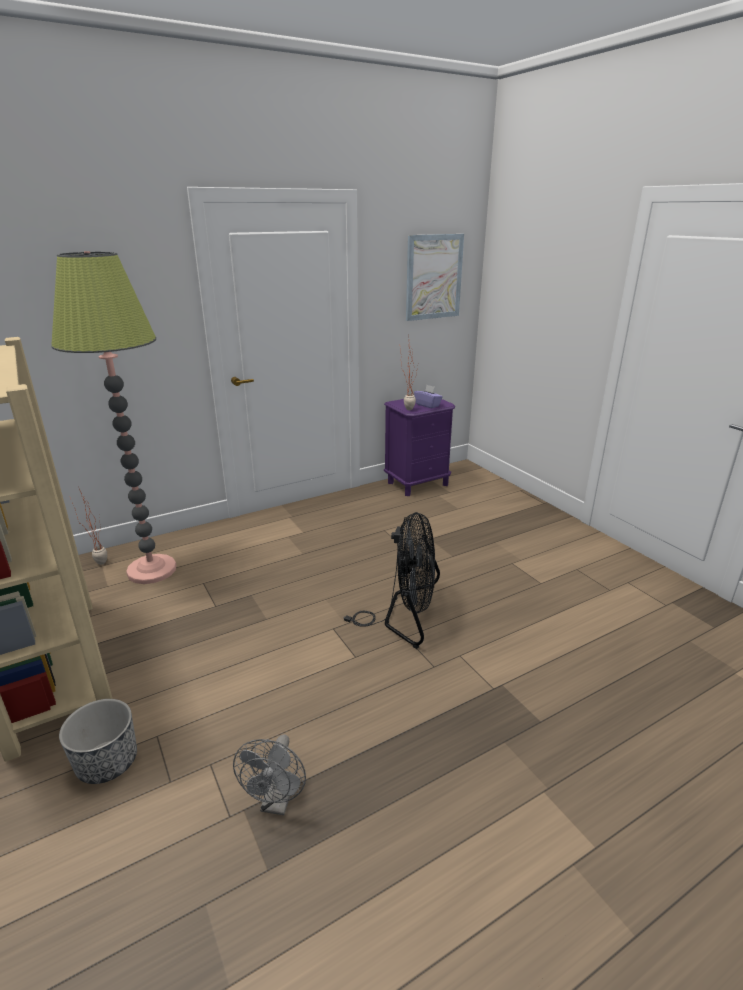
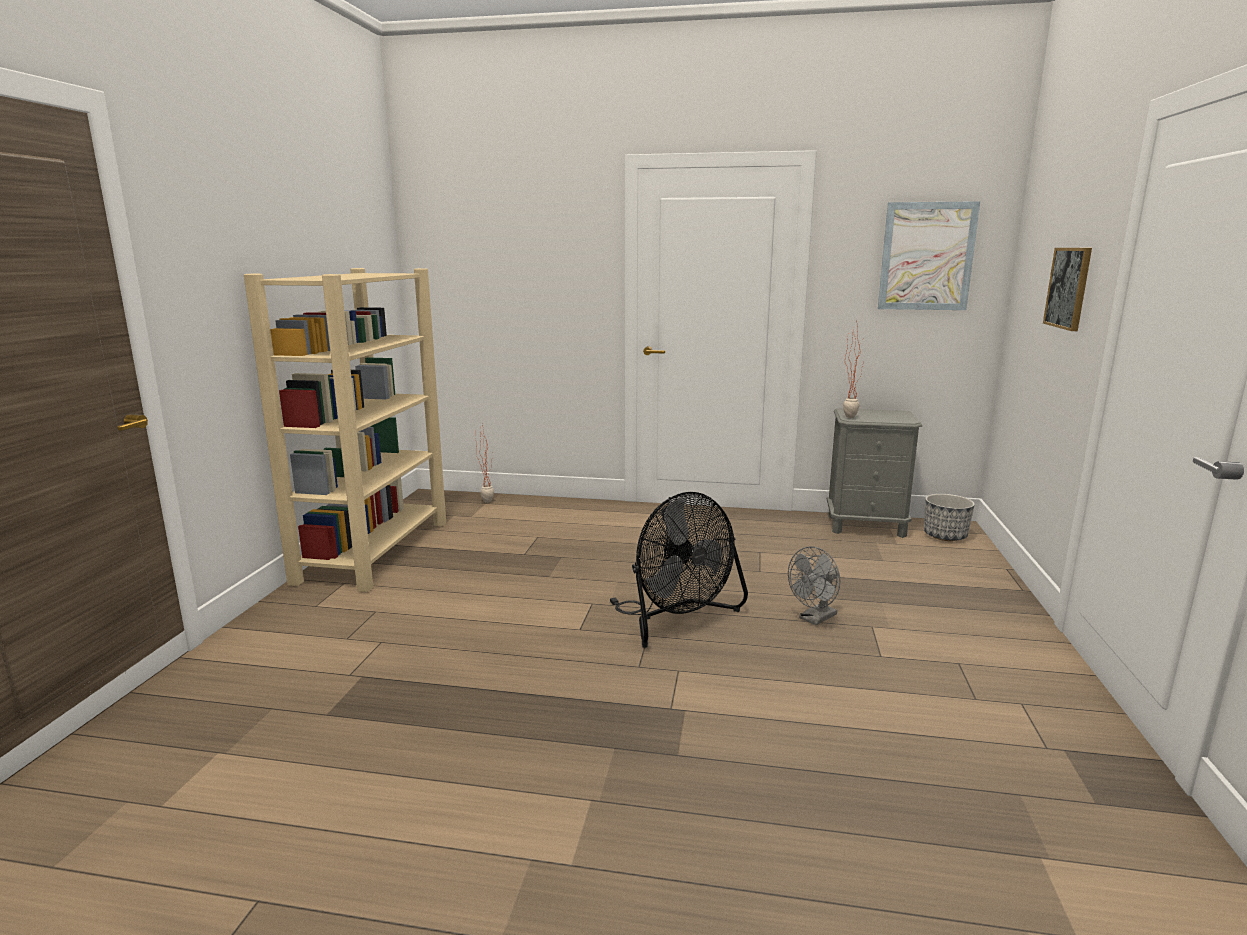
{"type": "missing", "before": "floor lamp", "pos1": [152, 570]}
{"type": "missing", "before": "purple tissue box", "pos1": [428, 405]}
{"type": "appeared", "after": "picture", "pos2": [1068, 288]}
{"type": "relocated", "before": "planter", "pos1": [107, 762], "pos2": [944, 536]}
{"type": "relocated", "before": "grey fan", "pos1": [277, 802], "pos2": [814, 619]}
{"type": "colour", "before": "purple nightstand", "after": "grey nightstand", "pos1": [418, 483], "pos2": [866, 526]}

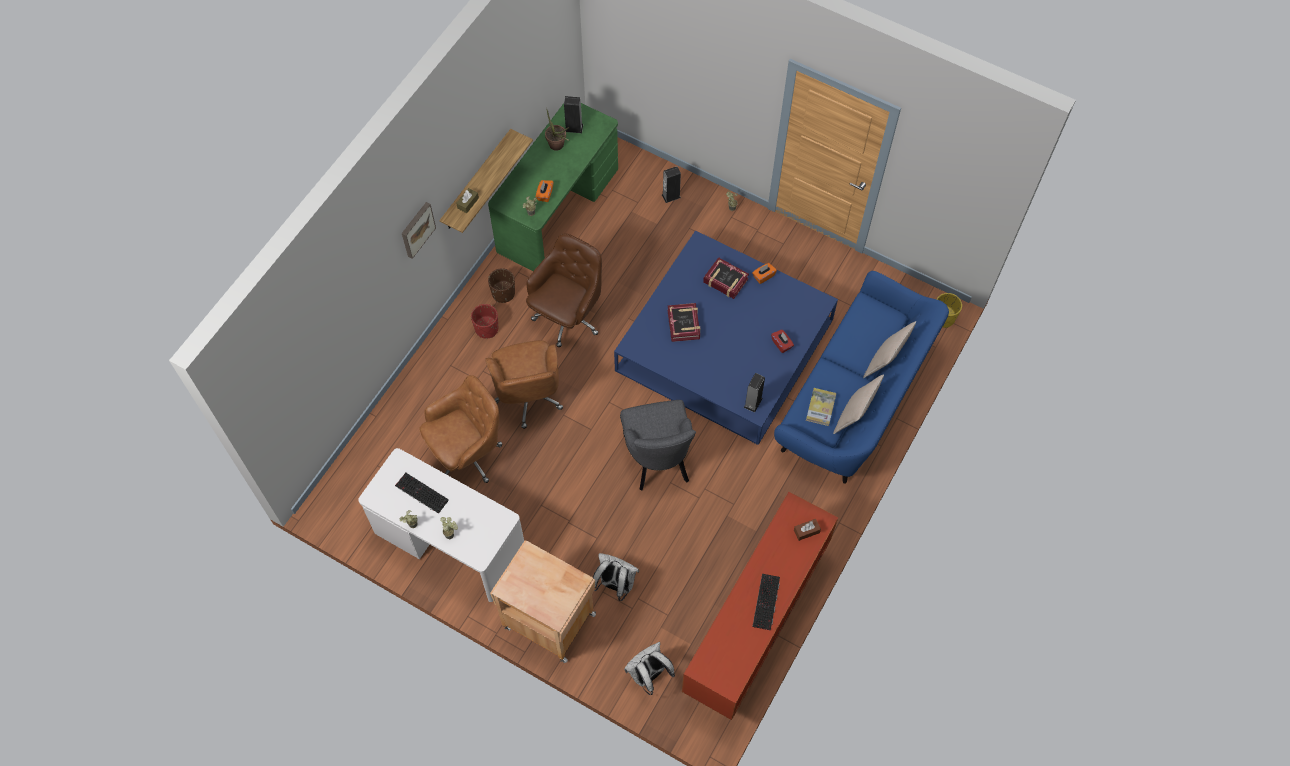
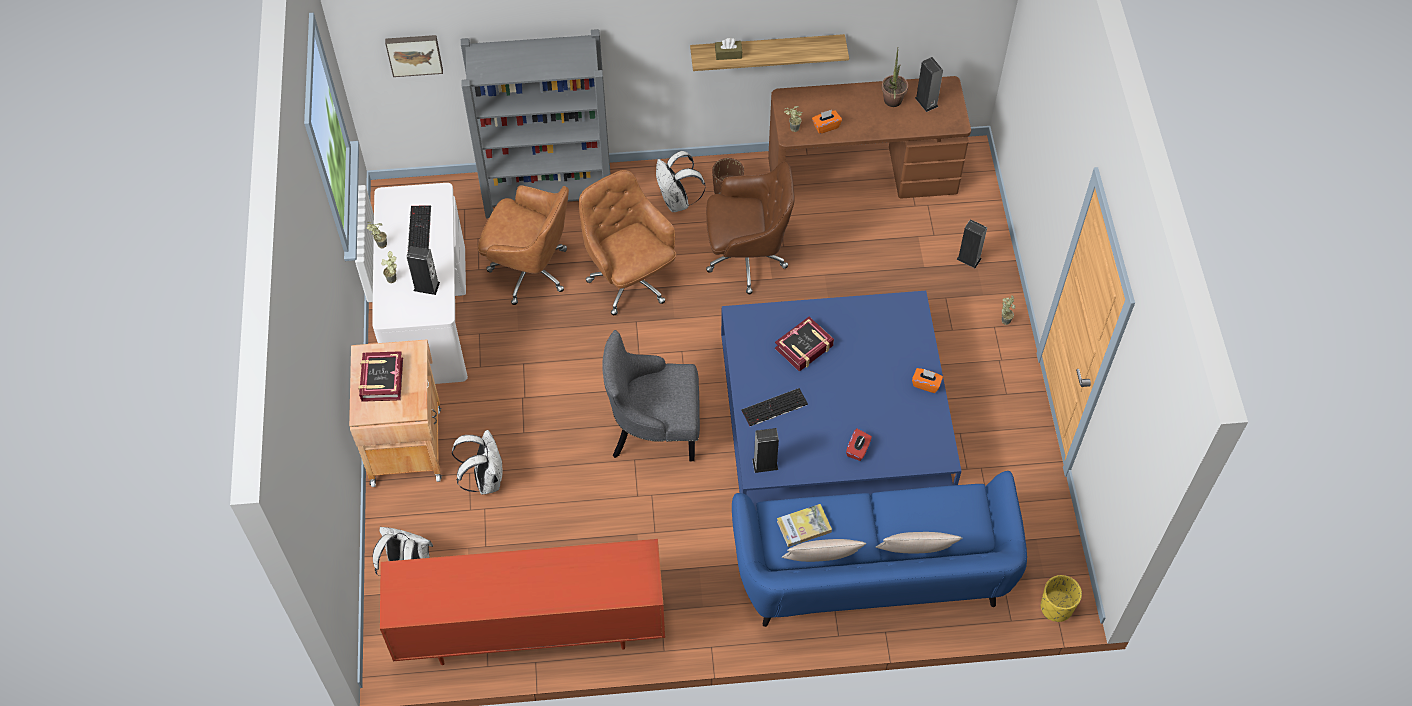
{"type": "missing", "before": "brown tissue box", "pos1": [806, 531]}
{"type": "appeared", "after": "speaker", "pos2": [426, 286]}
{"type": "appeared", "after": "grey bookcase", "pos2": [548, 191]}
{"type": "relocated", "before": "picture", "pos1": [416, 229], "pos2": [414, 54]}
{"type": "relocated", "before": "book", "pos1": [725, 281], "pos2": [381, 379]}
{"type": "relocated", "before": "keyboard", "pos1": [767, 602], "pos2": [774, 408]}
{"type": "exchanged", "before": "red planter", "after": "white backpack", "pos1": [487, 329], "pos2": [677, 201]}
{"type": "colour", "before": "green desk", "after": "brown desk", "pos1": [557, 209], "pos2": [862, 174]}
{"type": "spun", "before": "brown office chair", "pos1": [528, 397], "pos2": [631, 281], "turn": 105}
{"type": "spun", "before": "grey armchair", "pos1": [657, 456], "pos2": [655, 430], "turn": 45}

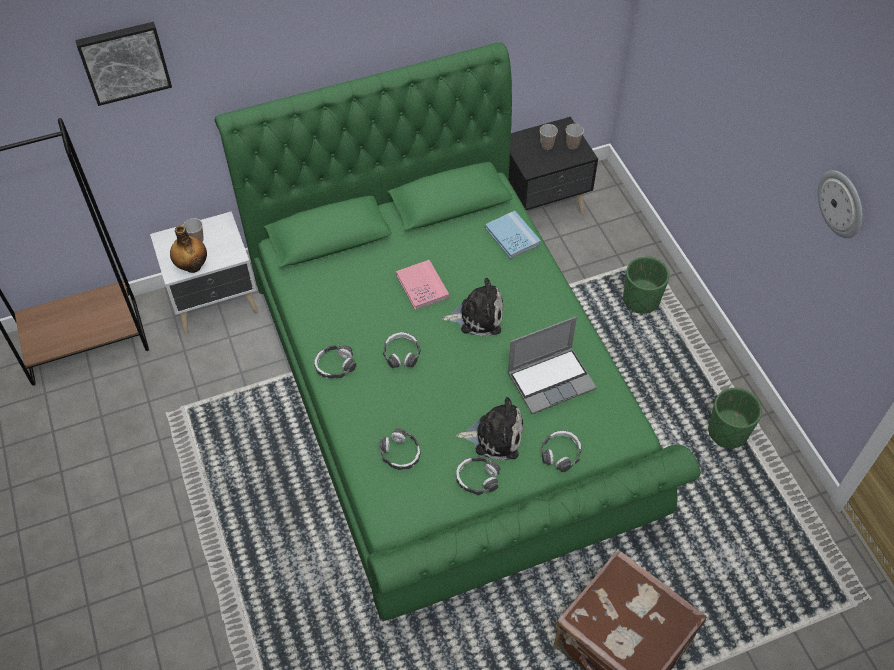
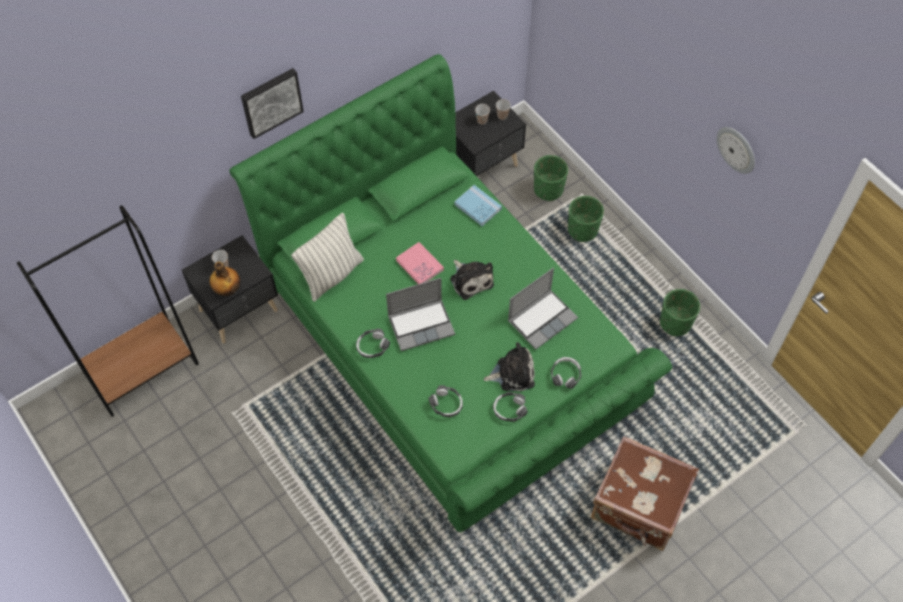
{"type": "appeared", "after": "pillow", "pos2": [332, 275]}
{"type": "appeared", "after": "green planter", "pos2": [548, 189]}
{"type": "relocated", "before": "picture", "pos1": [124, 61], "pos2": [271, 101]}
{"type": "exchanged", "before": "headphones", "after": "laptop", "pos1": [401, 354], "pos2": [421, 324]}
{"type": "colour", "before": "white nightstand", "after": "black nightstand", "pos1": [216, 303], "pos2": [240, 311]}
{"type": "spun", "before": "plush toy", "pos1": [477, 316], "pos2": [470, 280], "turn": 75}

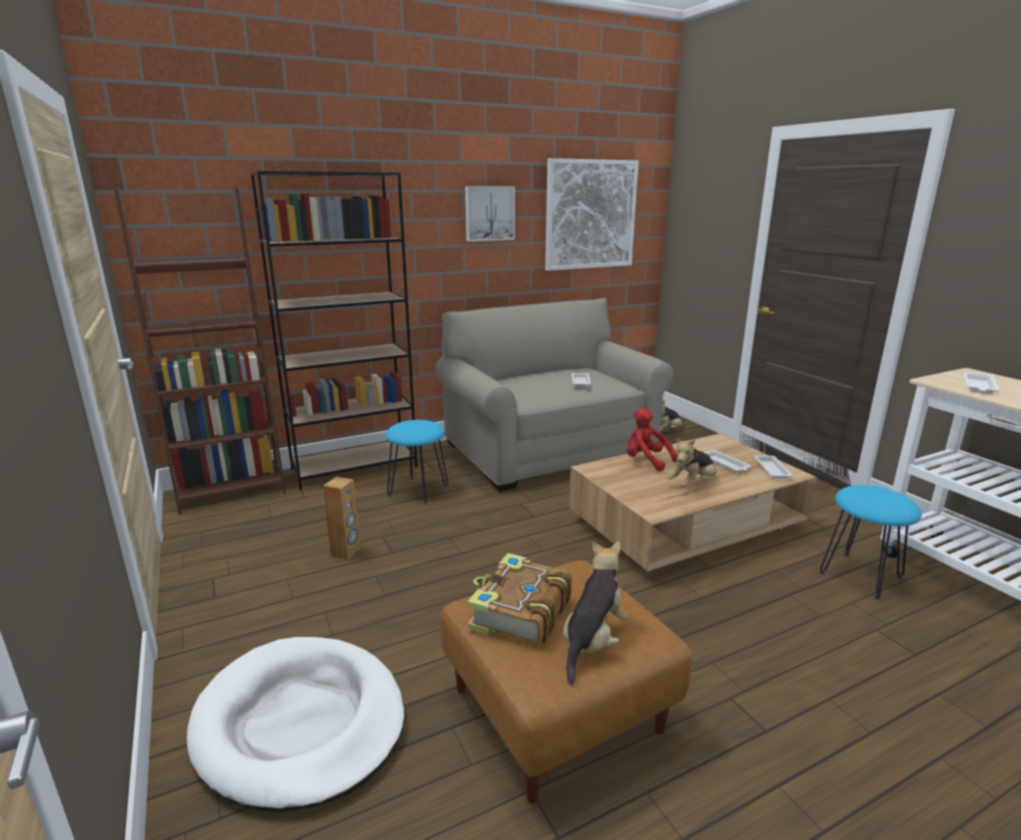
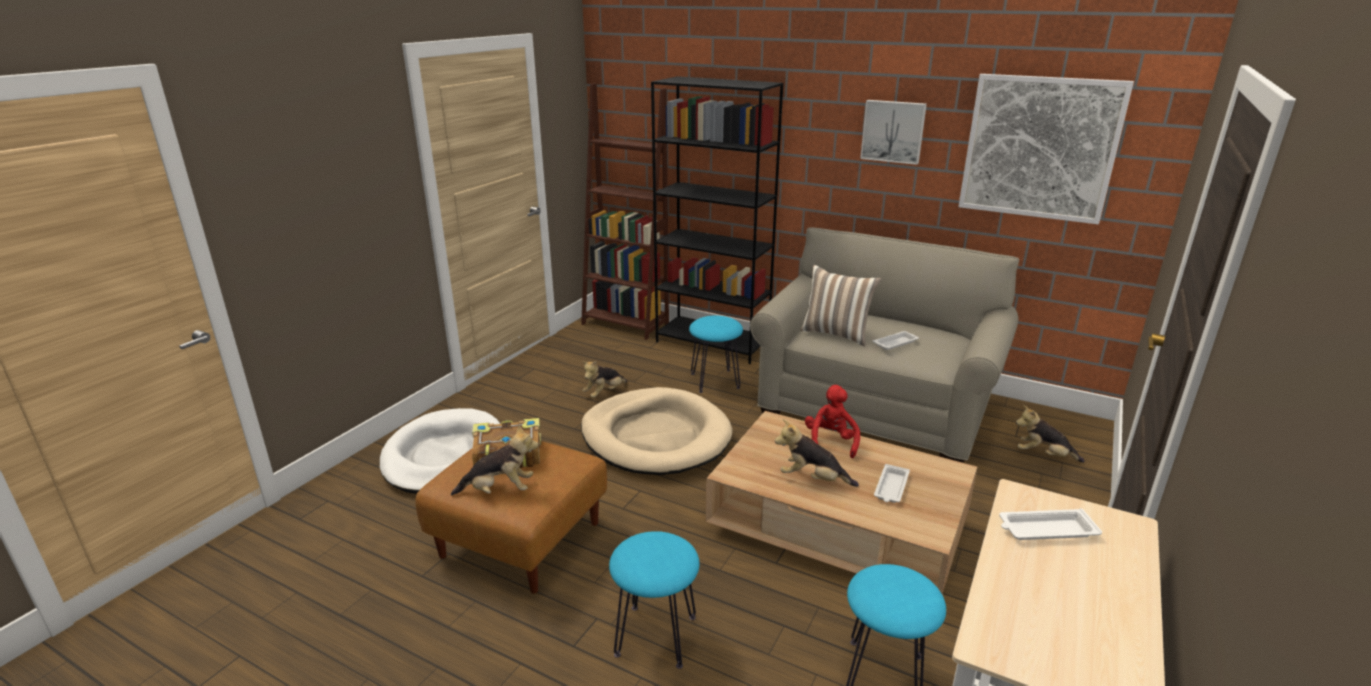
{"type": "missing", "before": "white tray", "pos1": [771, 469]}
{"type": "appeared", "after": "beige dog bed", "pos2": [655, 437]}
{"type": "appeared", "after": "turquoise stool", "pos2": [655, 636]}
{"type": "appeared", "after": "pillow", "pos2": [836, 334]}
{"type": "exchanged", "before": "brown speaker", "after": "plush toy", "pos1": [346, 552], "pos2": [604, 393]}
{"type": "colour", "before": "beige bookcase", "after": "black bookcase", "pos1": [355, 467], "pos2": [713, 343]}

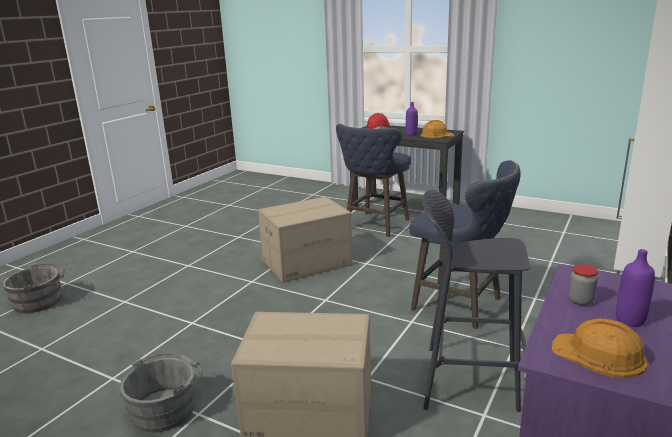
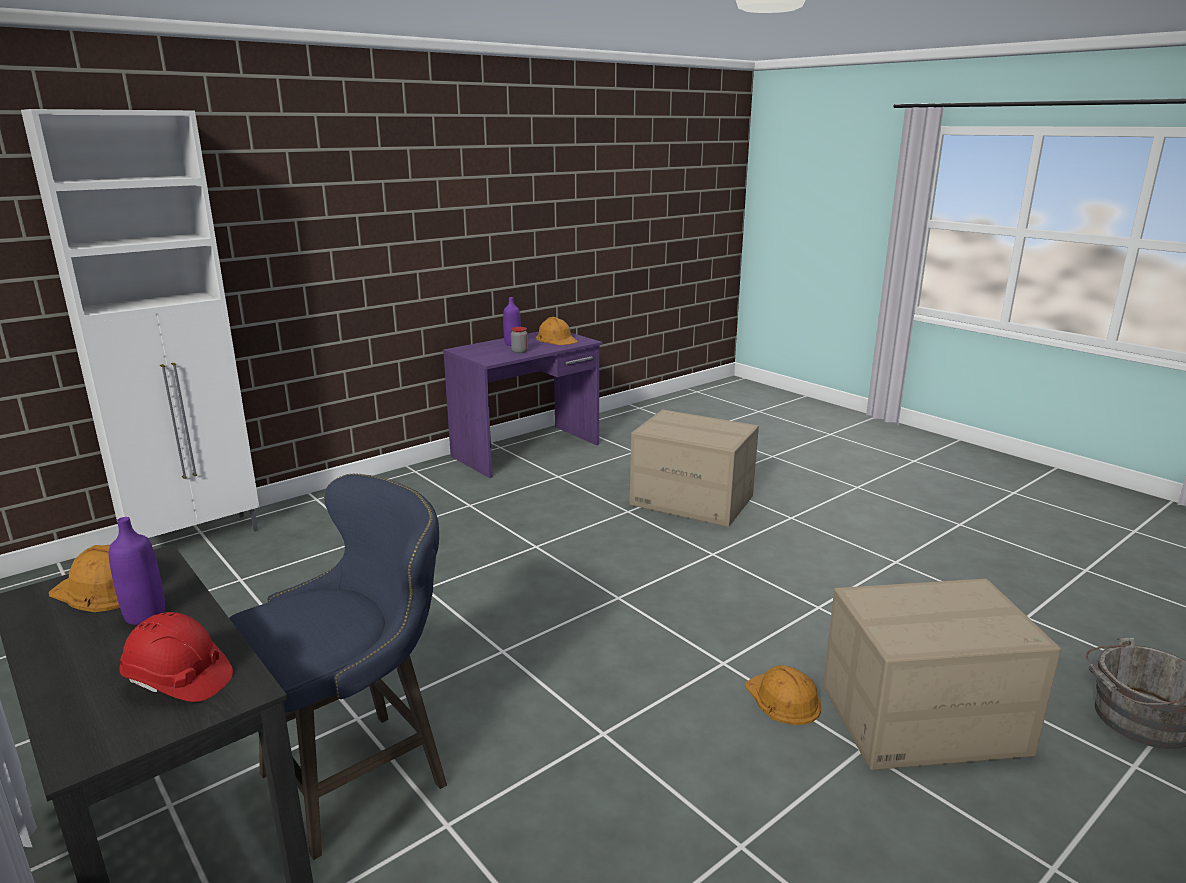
{"type": "missing", "before": "grey bucket", "pos1": [166, 408]}
{"type": "missing", "before": "blue stool", "pos1": [460, 305]}
{"type": "missing", "before": "grey stool", "pos1": [467, 381]}
{"type": "appeared", "after": "orange hard hat", "pos2": [783, 699]}
{"type": "relocated", "before": "cardboard box", "pos1": [306, 262], "pos2": [923, 721]}

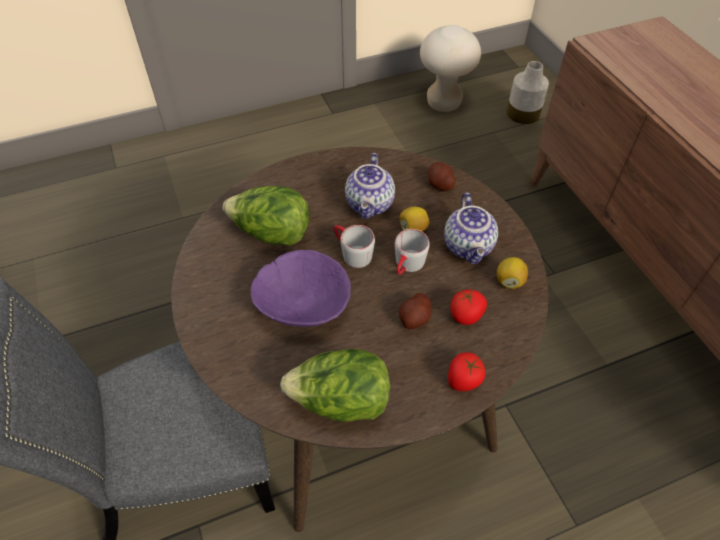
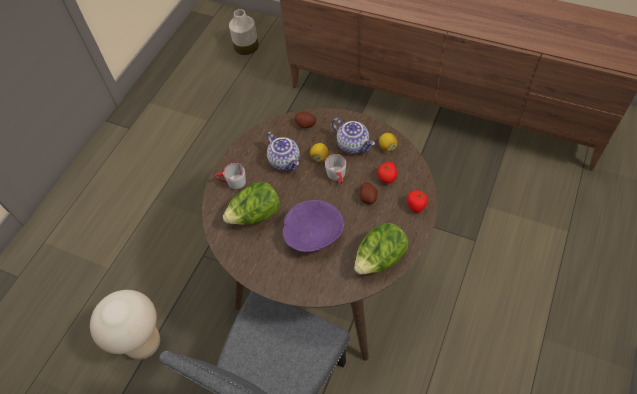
{"type": "relocated", "before": "grey mug", "pos1": [352, 253], "pos2": [232, 182]}
{"type": "relocated", "before": "beige stool", "pos1": [443, 103], "pos2": [143, 343]}

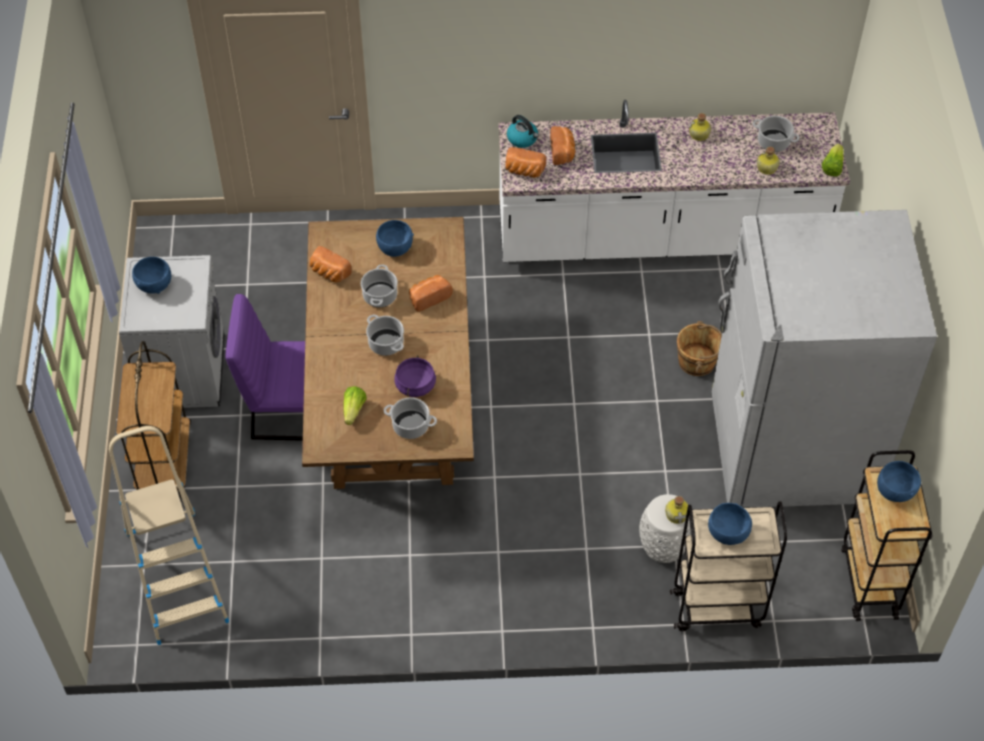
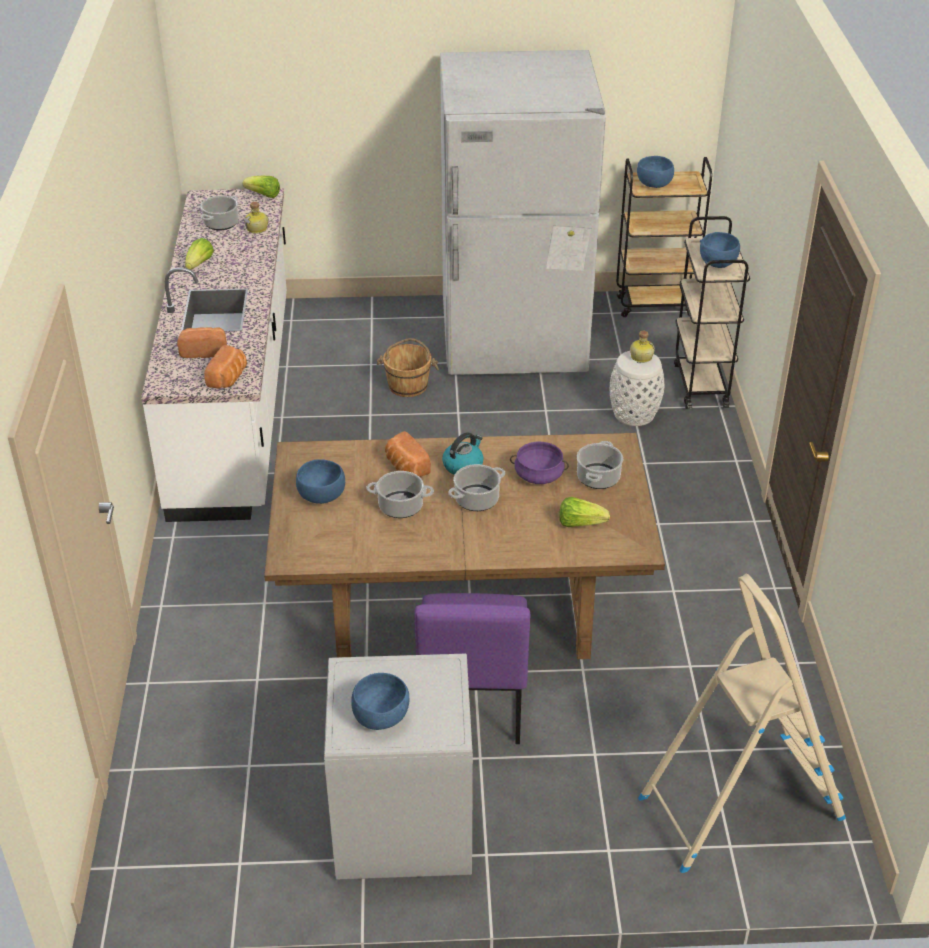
{"type": "missing", "before": "brown cart", "pos1": [164, 463]}
{"type": "missing", "before": "bread", "pos1": [329, 273]}
{"type": "relocated", "before": "kettle", "pos1": [523, 139], "pos2": [463, 465]}
{"type": "exchanged", "before": "bottle", "after": "lettuce", "pos1": [699, 135], "pos2": [199, 264]}

